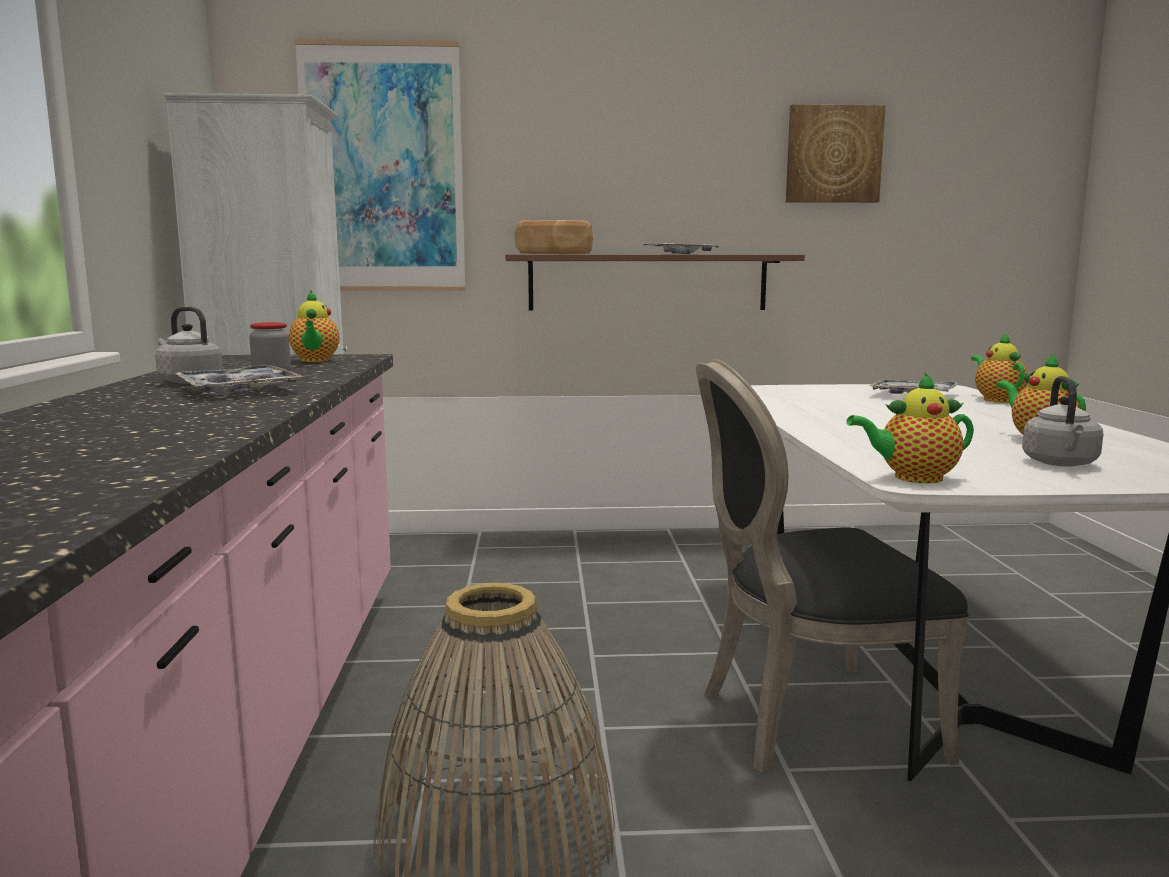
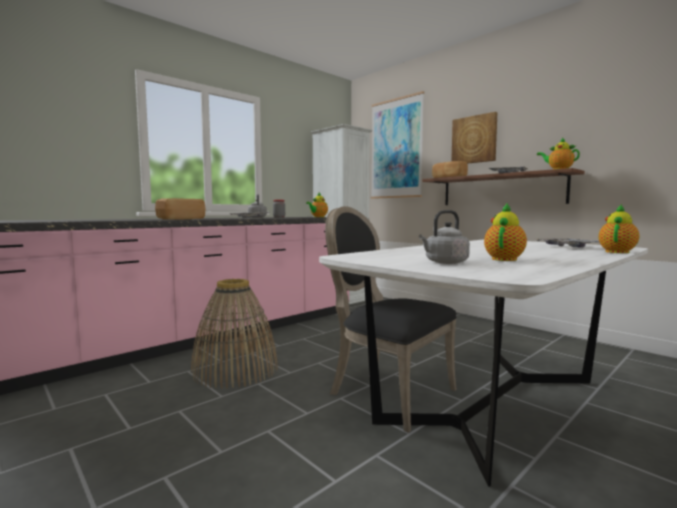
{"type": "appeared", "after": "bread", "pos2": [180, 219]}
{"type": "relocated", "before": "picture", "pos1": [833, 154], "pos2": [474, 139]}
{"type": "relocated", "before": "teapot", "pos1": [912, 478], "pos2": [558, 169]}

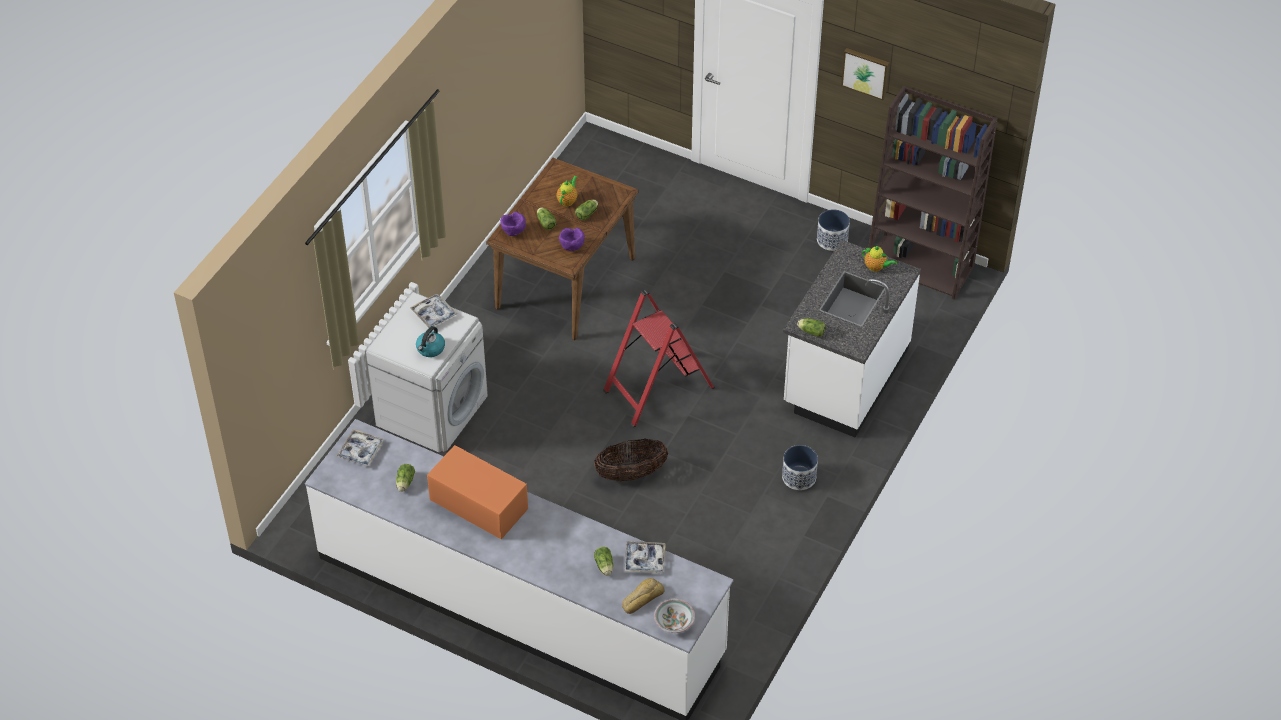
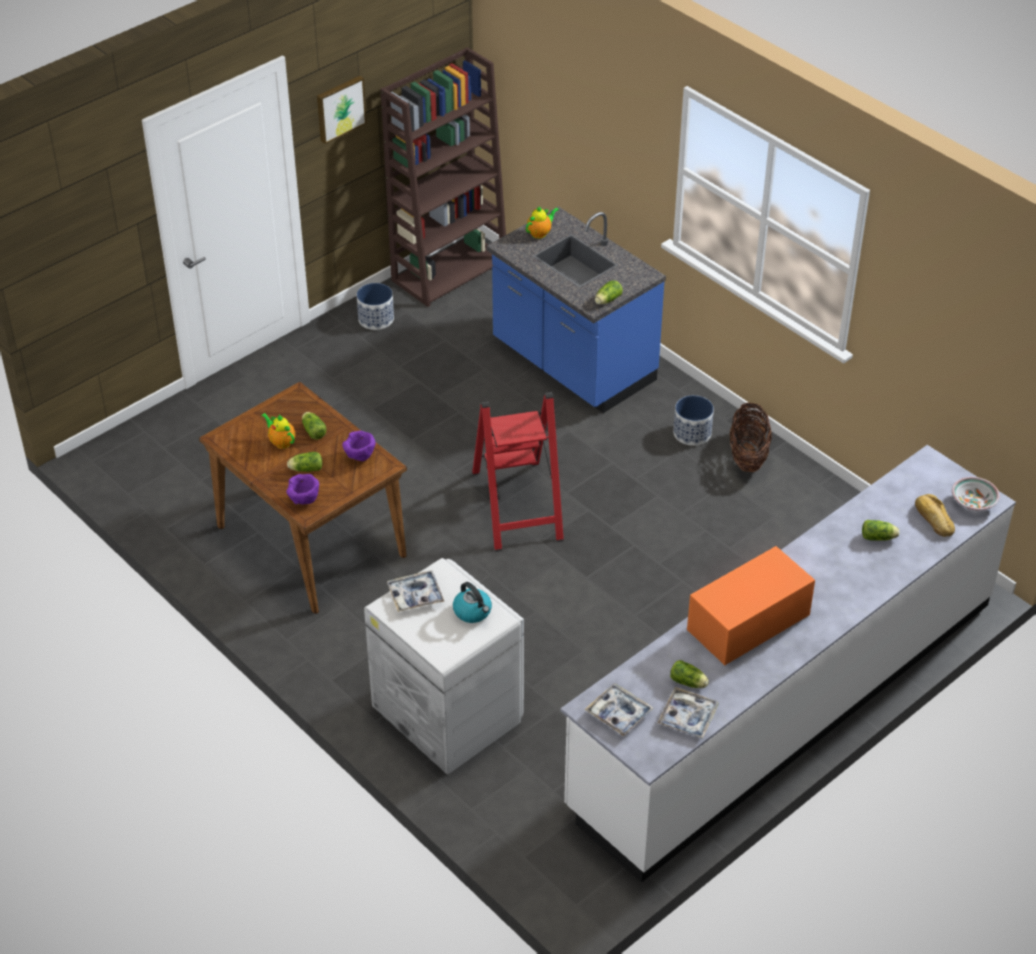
{"type": "relocated", "before": "basket", "pos1": [631, 473], "pos2": [748, 456]}
{"type": "relocated", "before": "tray", "pos1": [644, 560], "pos2": [688, 717]}
{"type": "colour", "before": "white counter", "after": "blue counter", "pos1": [844, 377], "pos2": [572, 364]}

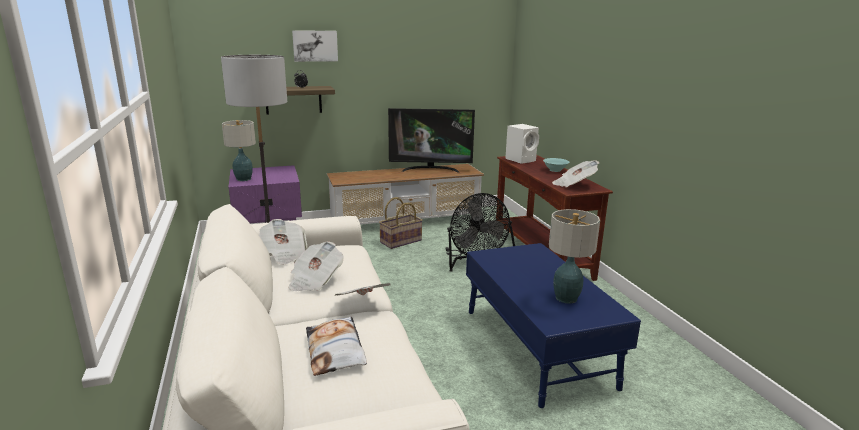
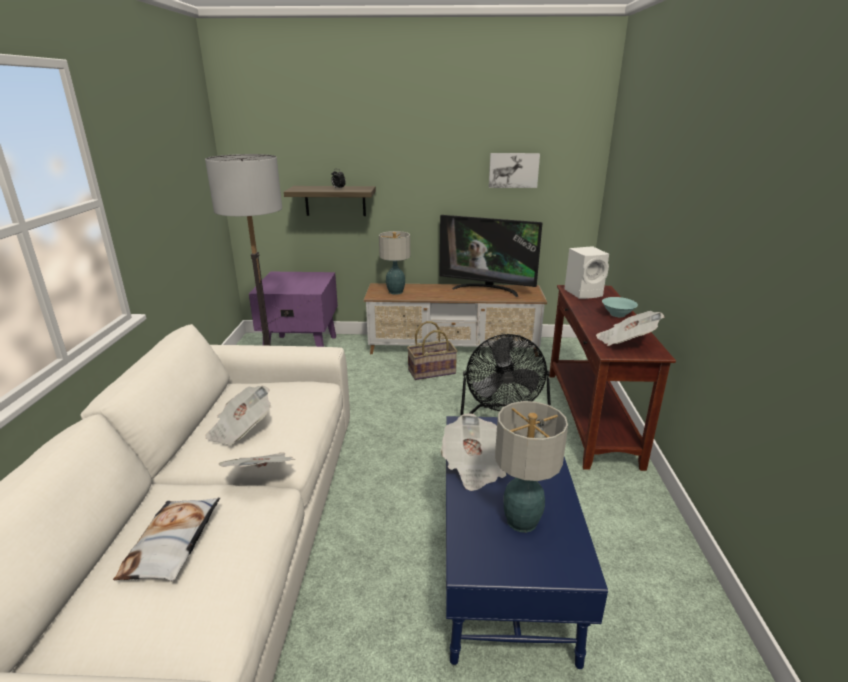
{"type": "relocated", "before": "table lamp", "pos1": [244, 179], "pos2": [396, 292]}
{"type": "relocated", "before": "newspaper", "pos1": [284, 254], "pos2": [473, 467]}
{"type": "relocated", "before": "picture", "pos1": [315, 46], "pos2": [513, 170]}

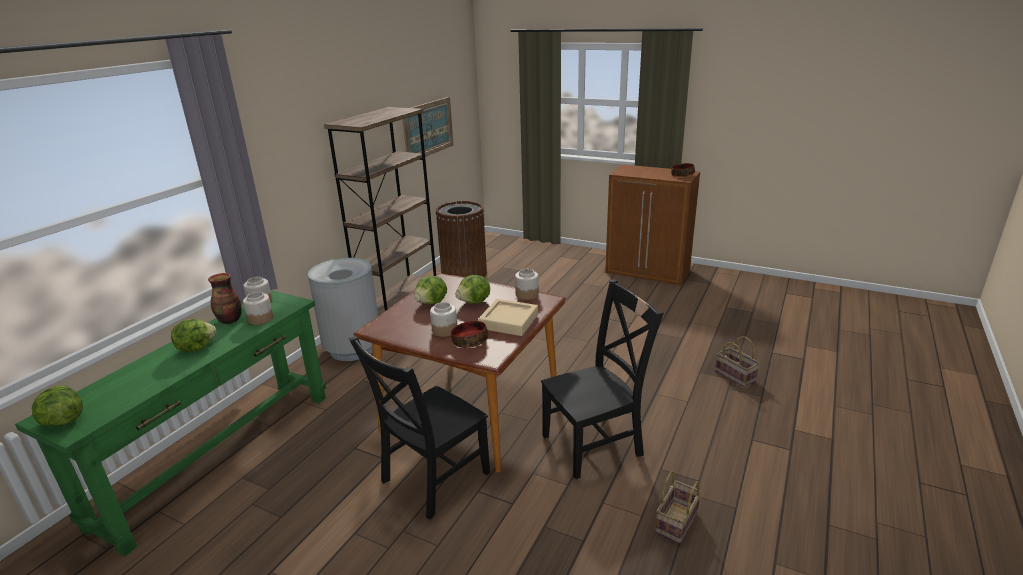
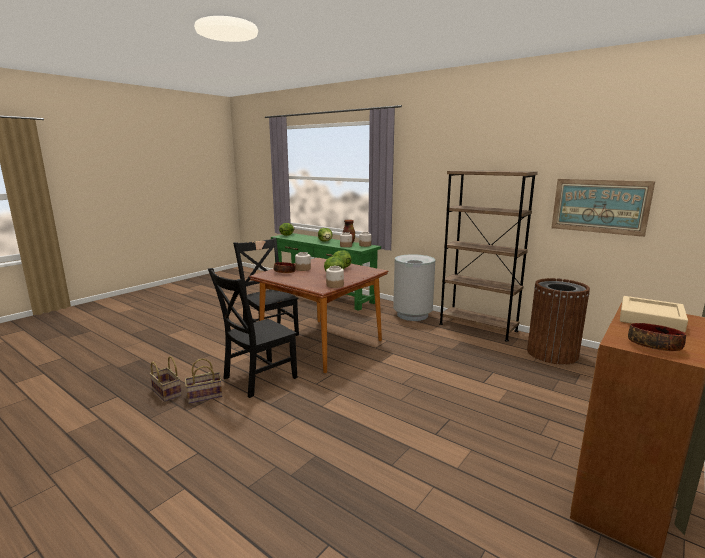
{"type": "relocated", "before": "beige tray", "pos1": [508, 321], "pos2": [650, 318]}
{"type": "relocated", "before": "basket", "pos1": [736, 376], "pos2": [204, 396]}
{"type": "spun", "before": "black chair", "pos1": [595, 444], "pos2": [257, 379], "turn": 60}

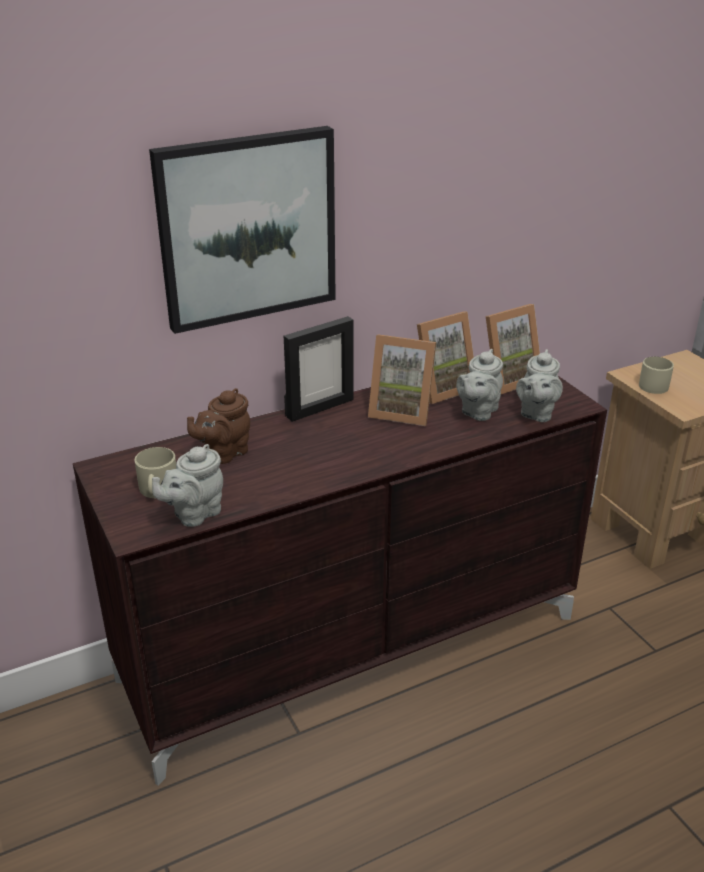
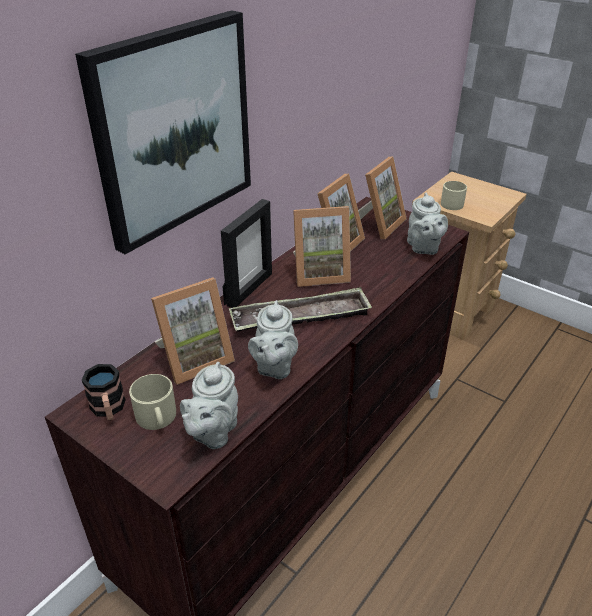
{"type": "appeared", "after": "mug", "pos2": [108, 409]}
{"type": "appeared", "after": "tray", "pos2": [301, 317]}
{"type": "relocated", "before": "grey teapot", "pos1": [478, 412], "pos2": [274, 367]}
{"type": "exchanged", "before": "brown teapot", "after": "picture frame", "pos1": [223, 453], "pos2": [194, 359]}

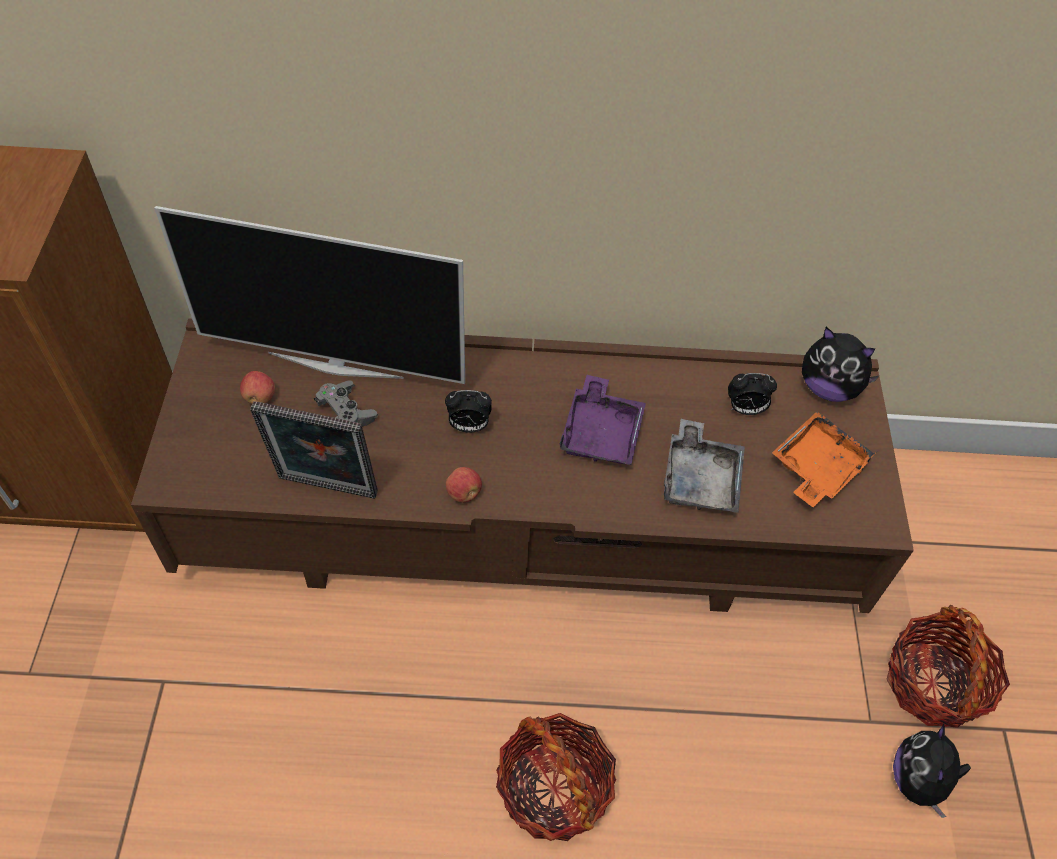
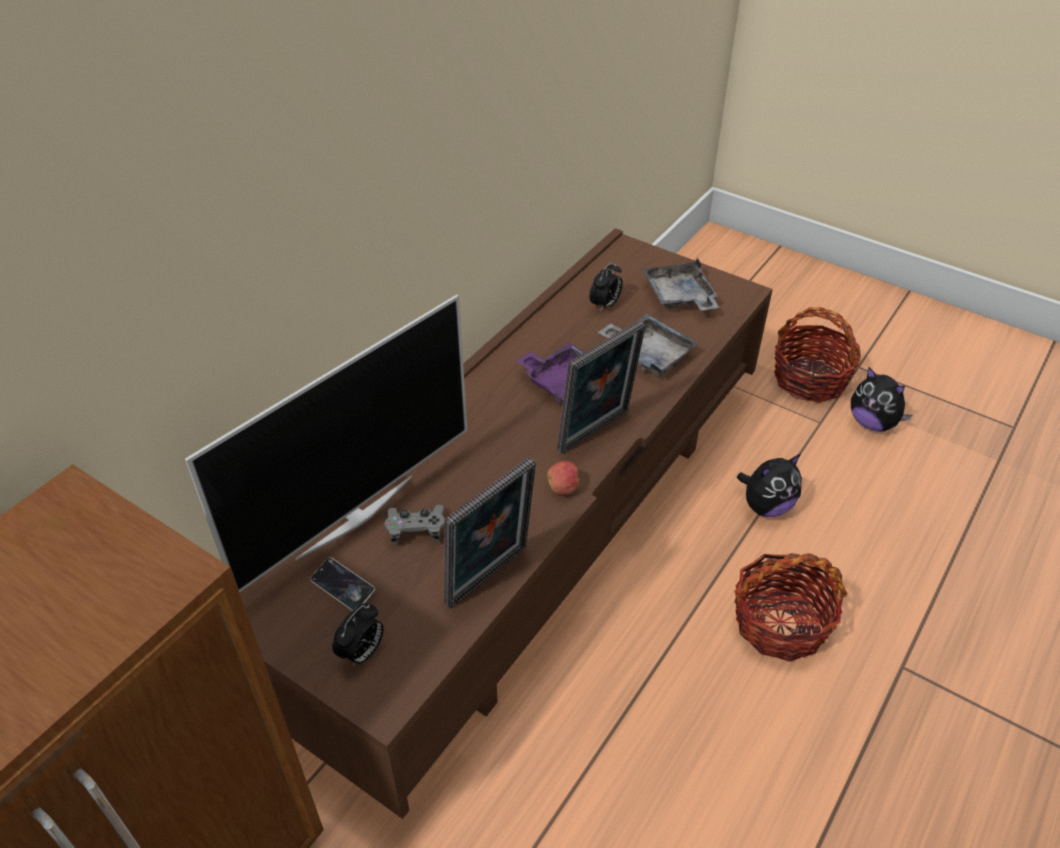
{"type": "appeared", "after": "picture frame", "pos2": [597, 433]}
{"type": "relocated", "before": "alarm clock", "pos1": [468, 426], "pos2": [362, 653]}
{"type": "relocated", "before": "plush toy", "pos1": [828, 388], "pos2": [766, 506]}
{"type": "exchanged", "before": "apple", "after": "phone", "pos1": [260, 397], "pos2": [343, 587]}
{"type": "colour", "before": "orange tray", "after": "grey tray", "pos1": [816, 467], "pos2": [679, 297]}

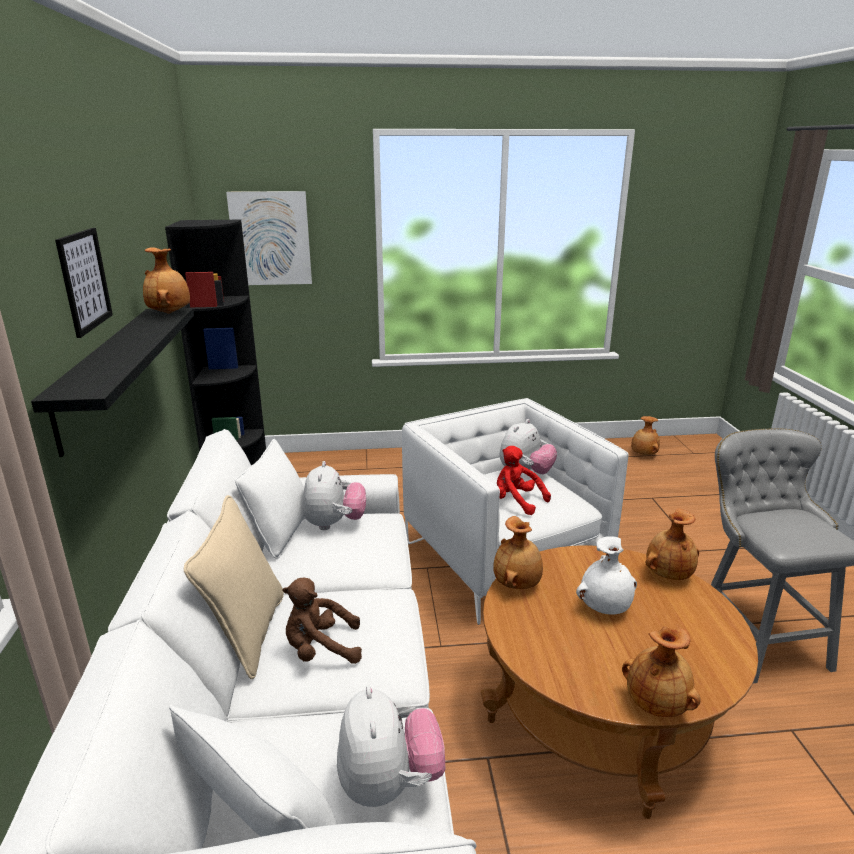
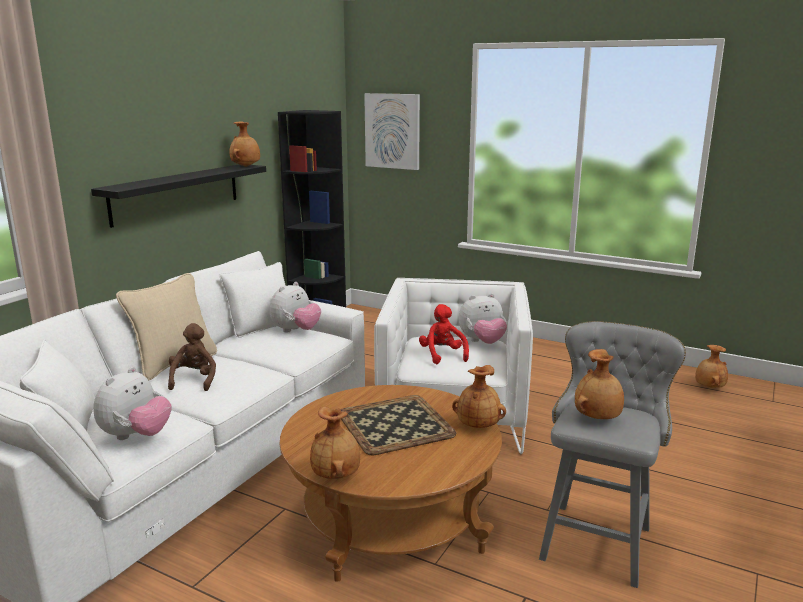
{"type": "missing", "before": "picture", "pos1": [84, 280]}
{"type": "relocated", "before": "brown vase", "pos1": [517, 584], "pos2": [598, 418]}
{"type": "exchanged", "before": "white vase", "after": "tray", "pos1": [605, 608], "pos2": [394, 425]}
{"type": "spun", "before": "brown plush toy", "pos1": [320, 649], "pos2": [194, 380], "turn": 60}

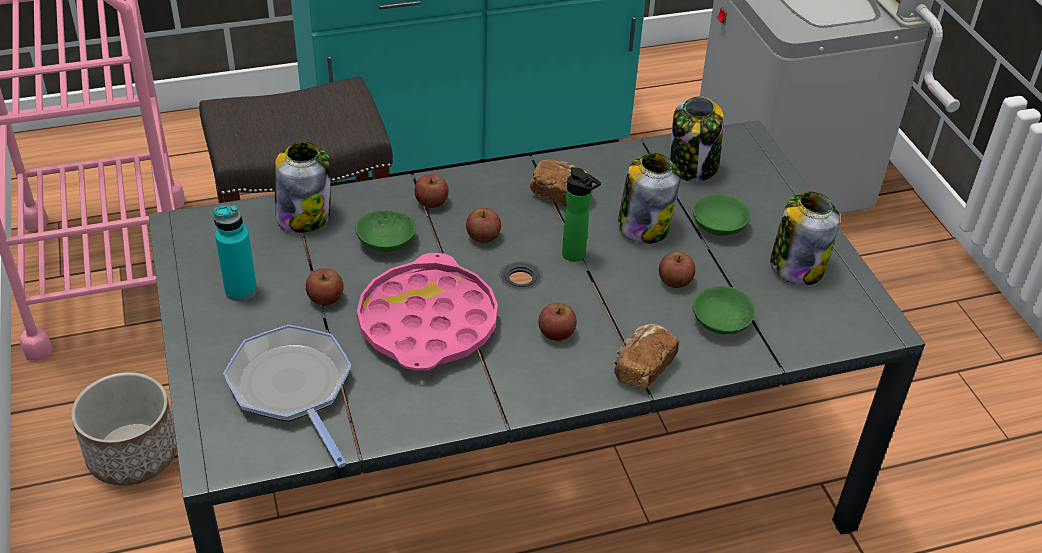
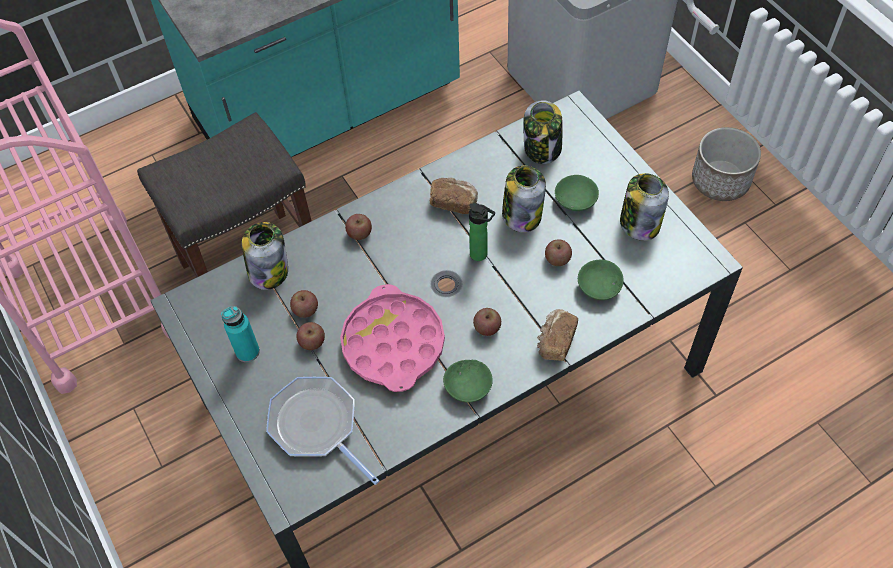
{"type": "relocated", "before": "planter", "pos1": [133, 455], "pos2": [721, 181]}
{"type": "relocated", "before": "green bowl", "pos1": [385, 243], "pos2": [467, 388]}
{"type": "relocated", "before": "apple", "pos1": [483, 237], "pos2": [305, 310]}

